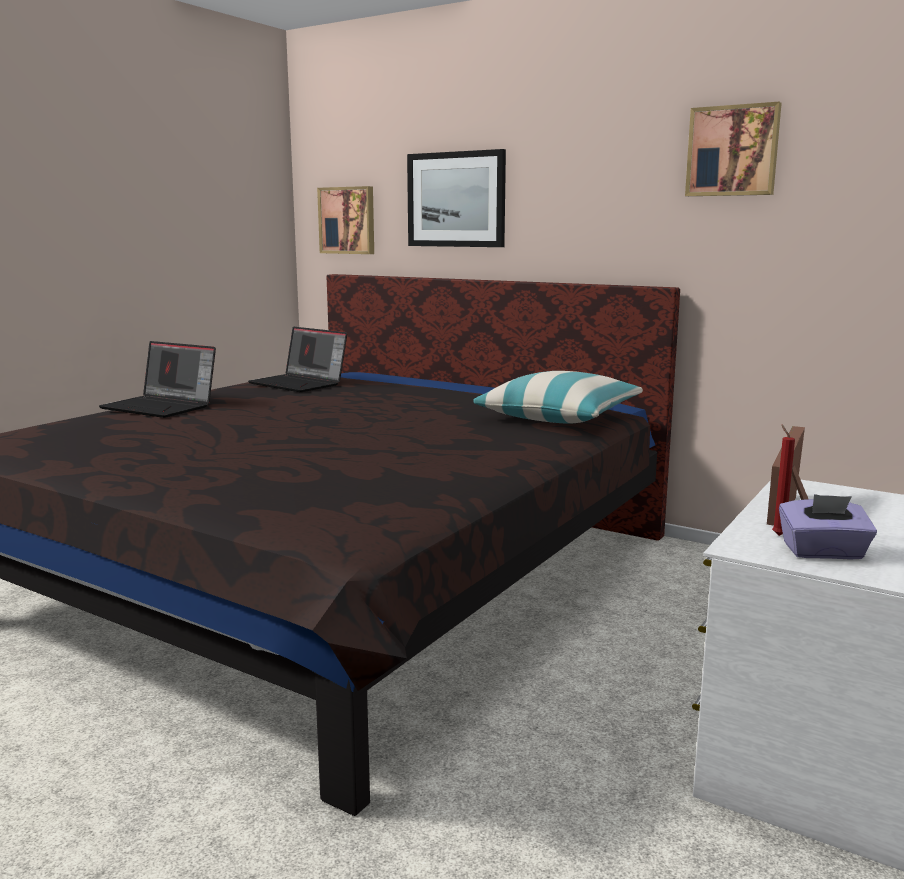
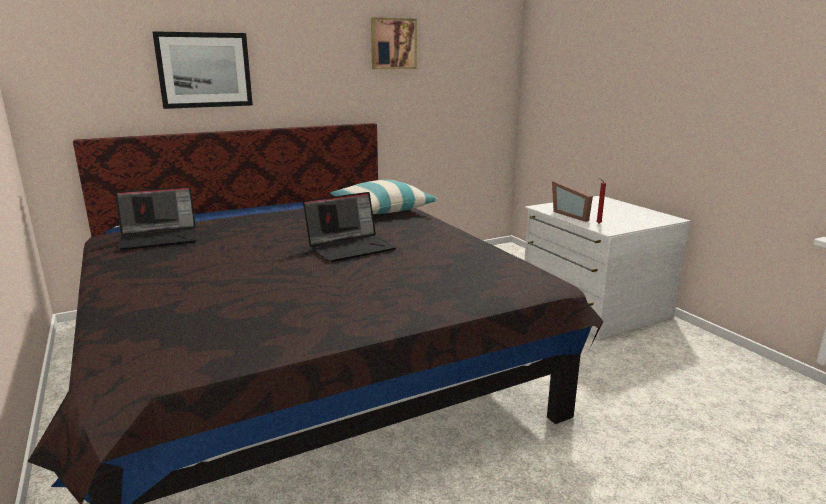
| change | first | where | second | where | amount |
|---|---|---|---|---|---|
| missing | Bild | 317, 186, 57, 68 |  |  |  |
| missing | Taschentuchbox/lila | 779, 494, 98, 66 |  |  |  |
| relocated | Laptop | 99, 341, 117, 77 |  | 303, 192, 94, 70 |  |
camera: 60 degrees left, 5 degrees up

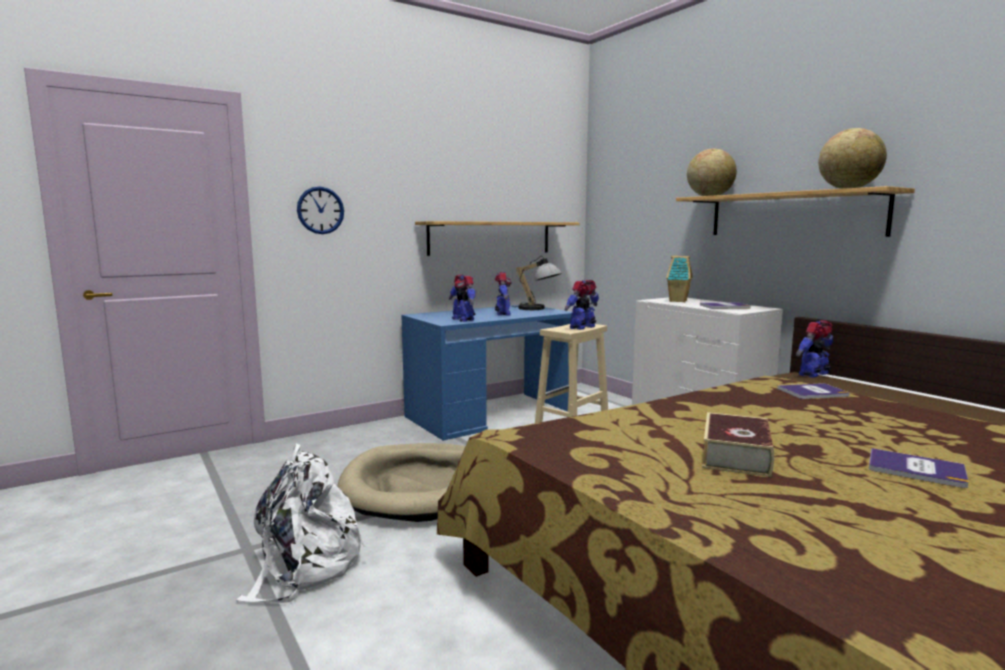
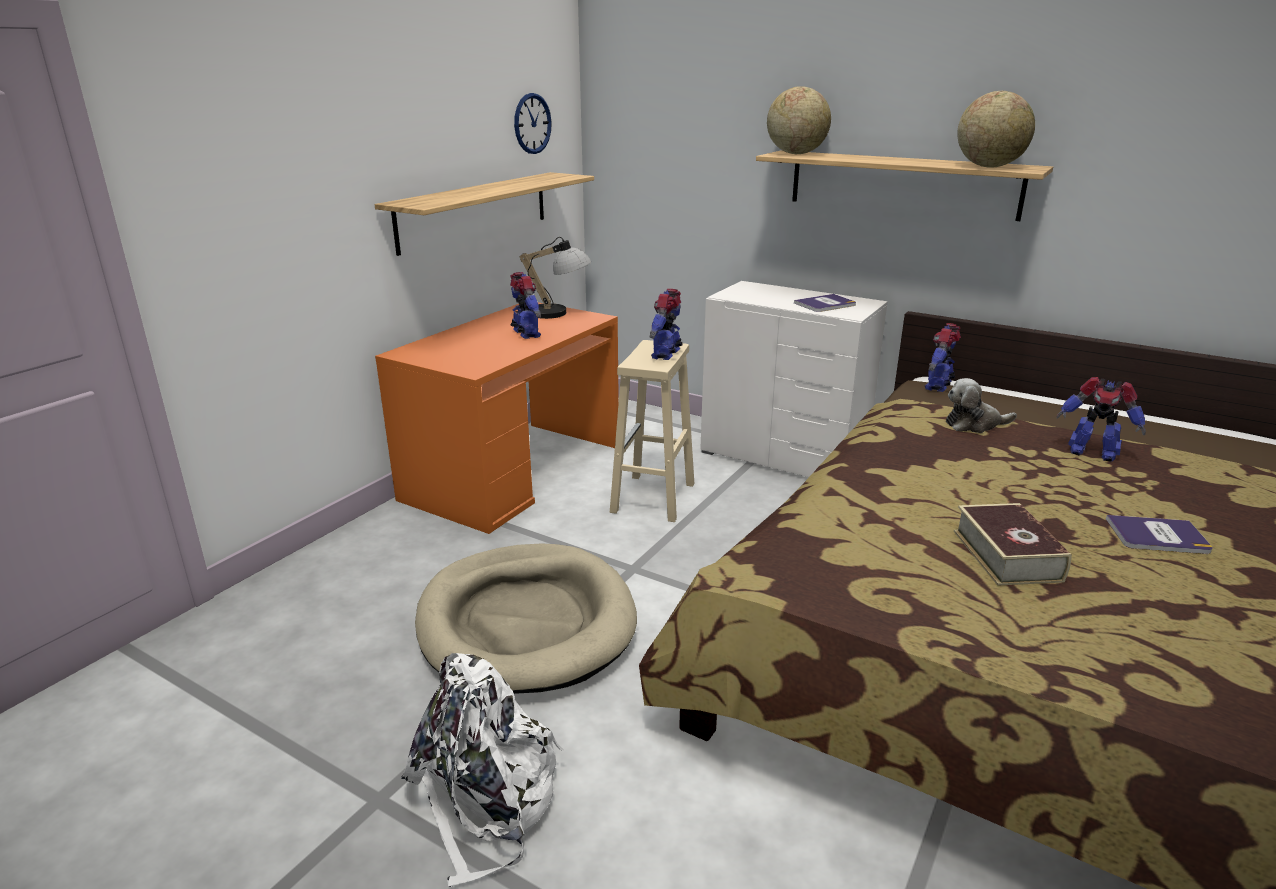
| change | first | where | second | where | amount |
|---|---|---|---|---|---|
| missing | Spielzeughaus | 666, 256, 27, 46 |  |  |  |
| relocated | Wanduhr | 297, 187, 47, 47 |  | 514, 93, 38, 61 |  |
| relocated | Spielzeugroboter | 449, 275, 26, 47 |  | 1056, 377, 90, 85 |  |
| exchanged | Buch | 777, 383, 72, 16 | Plüschtier | 946, 378, 71, 55 |  |
| colour | Schreibtisch/blau | 401, 305, 171, 136 | Schreibtisch/orange | 375, 302, 244, 232 |  |
camera: 25 degrees left, 15 degrees up

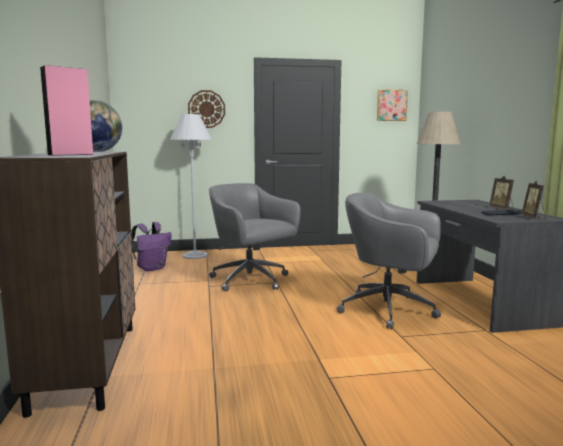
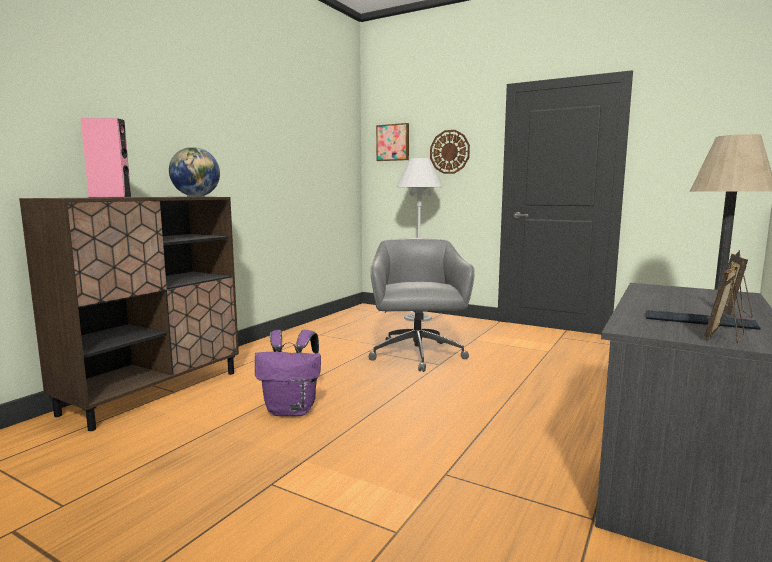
| change | first | where | second | where | amount |
|---|---|---|---|---|---|
| missing | Bürostuhl/grau | 337, 192, 104, 137 |  |  |  |
| relocated | Rucksack/lila | 131, 222, 40, 49 |  | 255, 330, 66, 86 |  |
| relocated | Bild | 377, 89, 31, 32 |  | 376, 123, 33, 38 |  |
camera: 40 degrees right, 0 degrees up

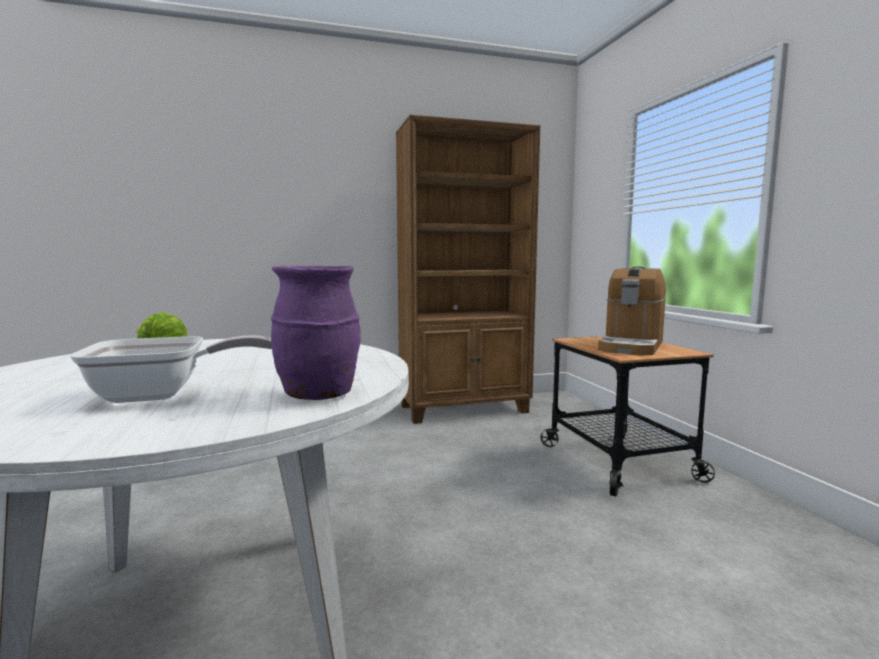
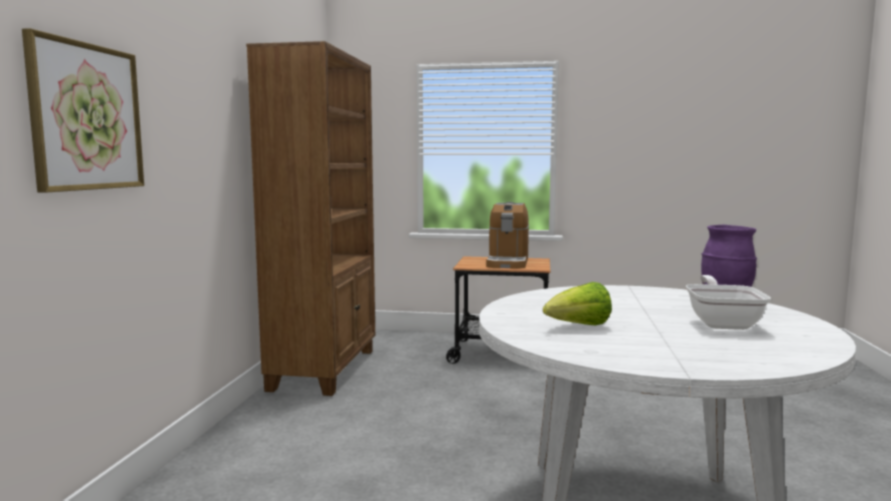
| change | first | where | second | where | amount |
|---|---|---|---|---|---|
| appeared |  |  | Bild | 22, 28, 122, 165 |  |
| spun | Kaffeemaschine | 598, 266, 68, 89 |  | 486, 202, 43, 67 | 45 degrees clockwise |
camera: 65 degrees left, 0 degrees up

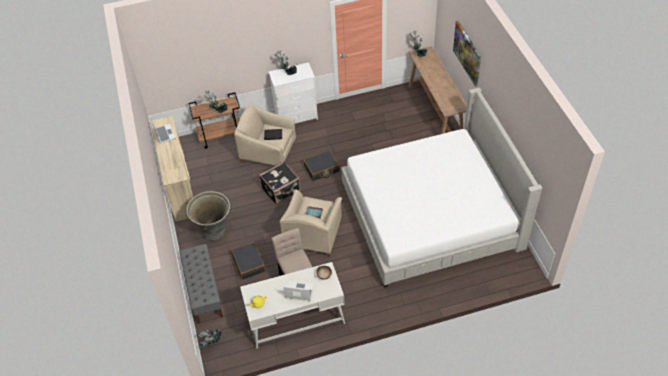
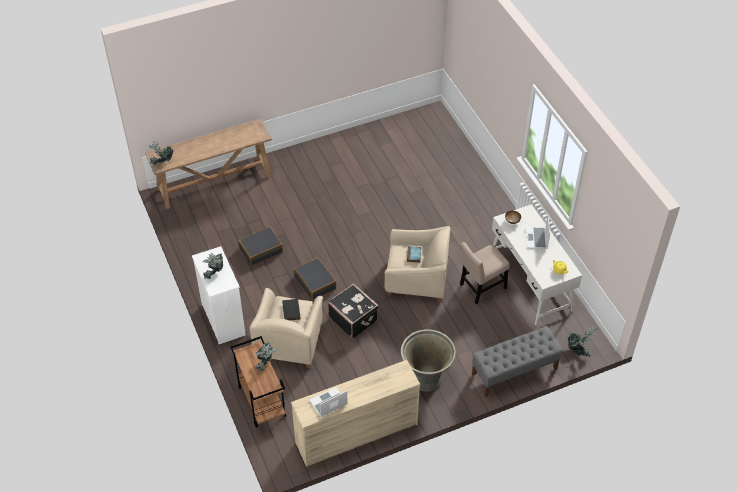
| change | first | where | second | where | amount |
|---|---|---|---|---|---|
| missing | Bett | 341, 87, 201, 201 |  |  |  |
| missing | Bild | 453, 21, 28, 65 |  |  |  |
| relocated | Koffer/schwarz | 231, 242, 34, 38 |  | 238, 227, 45, 39 |  |
camera: 100 degrees left, 0 degrees up

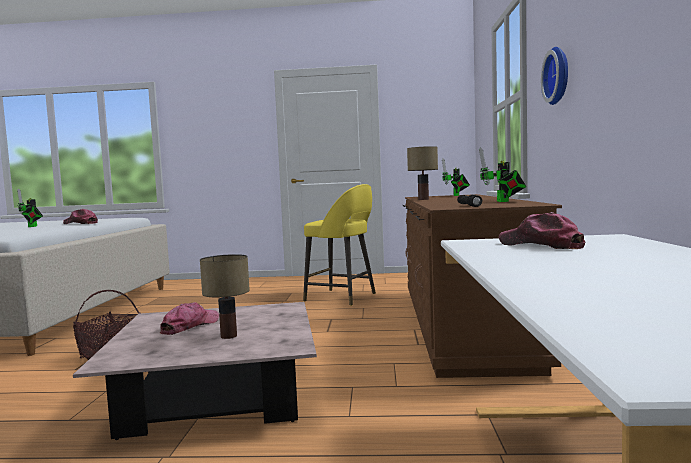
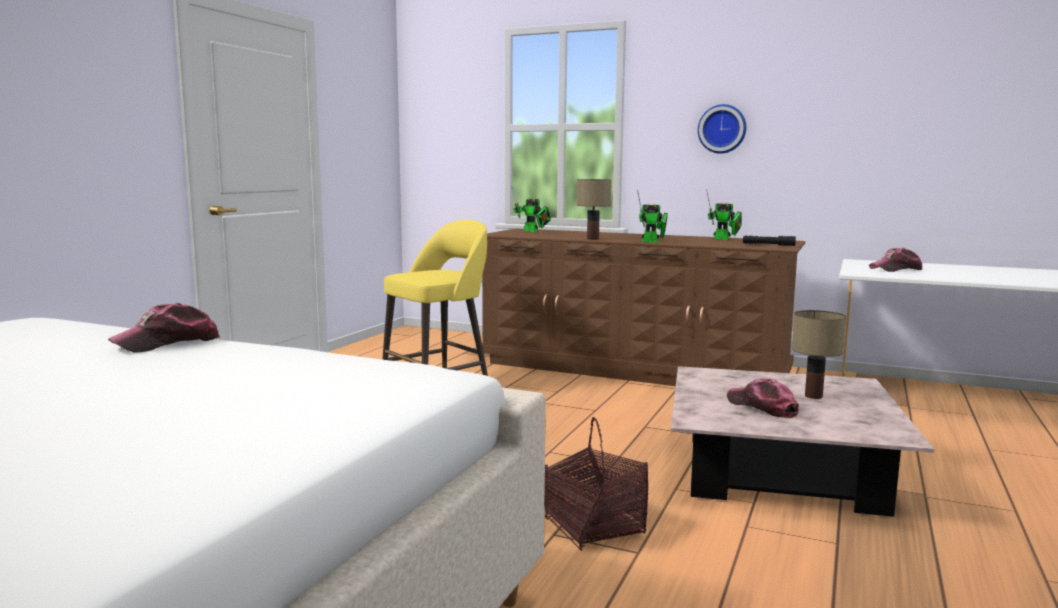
| change | first | where | second | where | amount |
|---|---|---|---|---|---|
| relocated | Spielzeugroboter | 17, 188, 26, 39 |  | 637, 190, 31, 52 |  |
camera: 70 degrees left, 5 degrees up

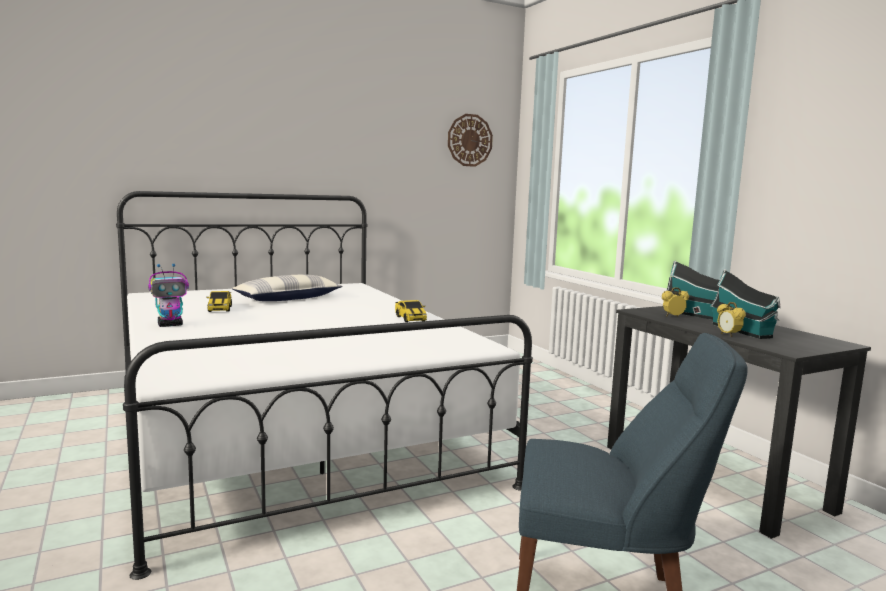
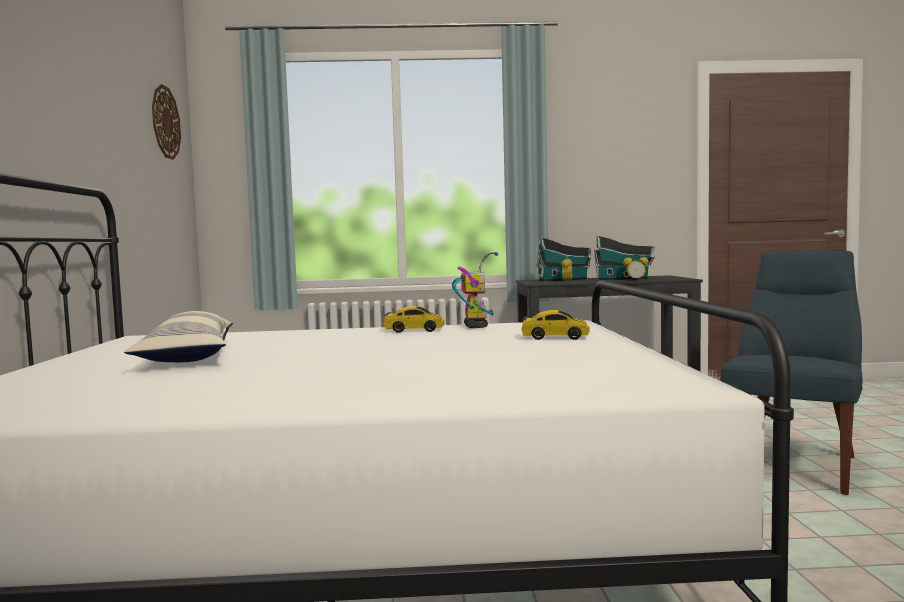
| change | first | where | second | where | amount |
|---|---|---|---|---|---|
| relocated | Spielzeugroboter | 148, 264, 41, 63 |  | 452, 252, 46, 76 |  |
| relocated | Spielzeugauto | 206, 291, 26, 21 |  | 521, 310, 69, 30 |  |
camera: 65 degrees left, 5 degrees down

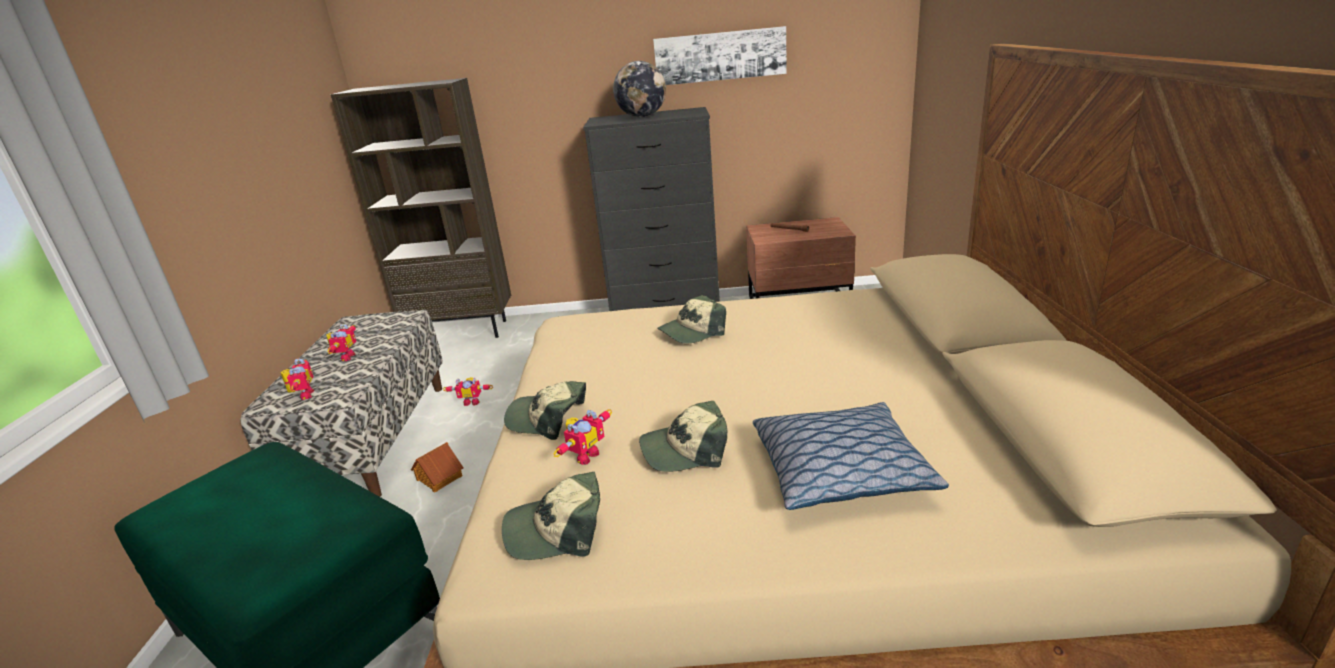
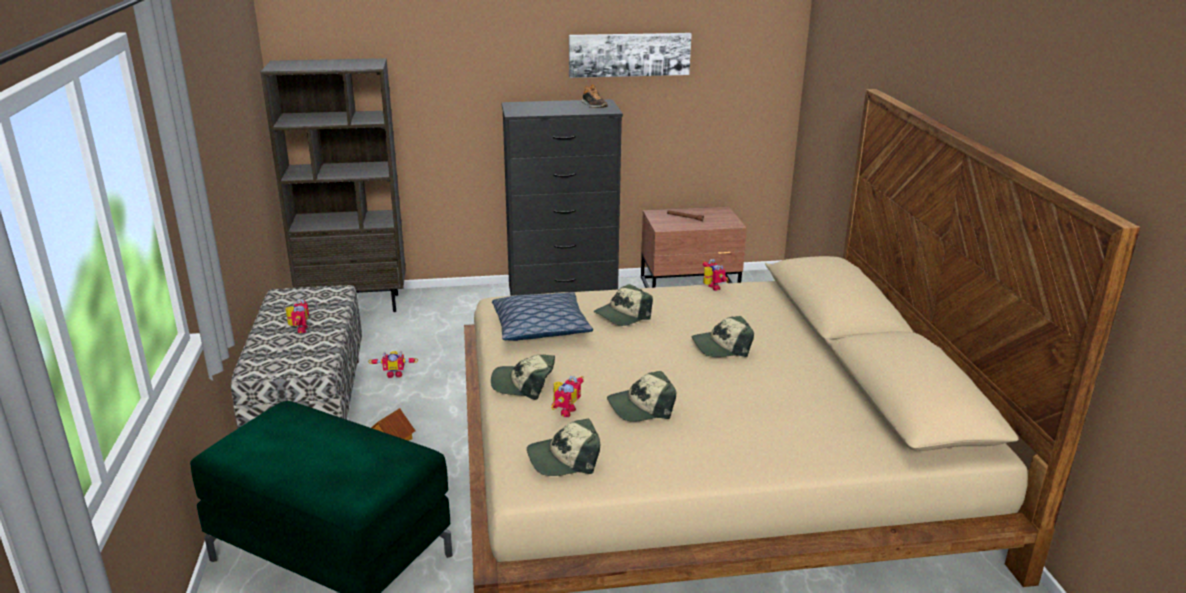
| change | first | where | second | where | amount |
|---|---|---|---|---|---|
| missing | Globus | 613, 61, 53, 56 |  |  |  |
| appeared |  |  | Schuh | 581, 84, 27, 24 |  |
| appeared |  |  | Kappe | 692, 316, 62, 41 |  |
| relocated | Spielzeugroboter | 281, 359, 33, 41 |  | 702, 259, 27, 32 |  |
| relocated | Kissen | 753, 402, 196, 108 |  | 492, 292, 101, 49 |  |
camera: 10 degrees left, 0 degrees up

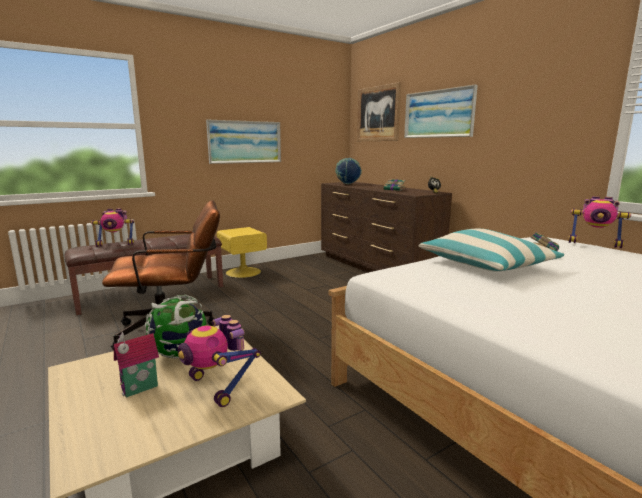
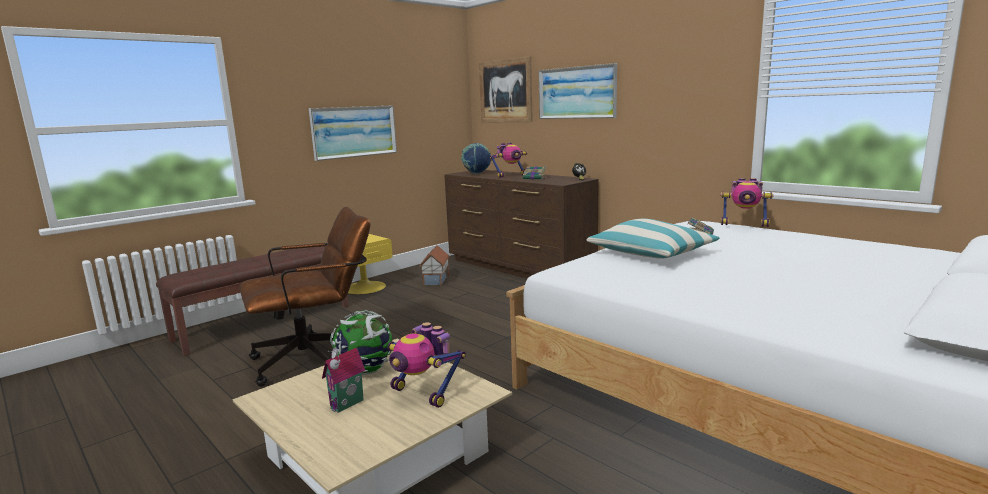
| change | first | where | second | where | amount |
|---|---|---|---|---|---|
| appeared |  |  | Spielzeughaus | 420, 245, 30, 41 |  |
| relocated | Spielzeugroboter | 91, 208, 43, 39 |  | 490, 143, 37, 35 |  |
camera: 10 degrees left, 0 degrees up

